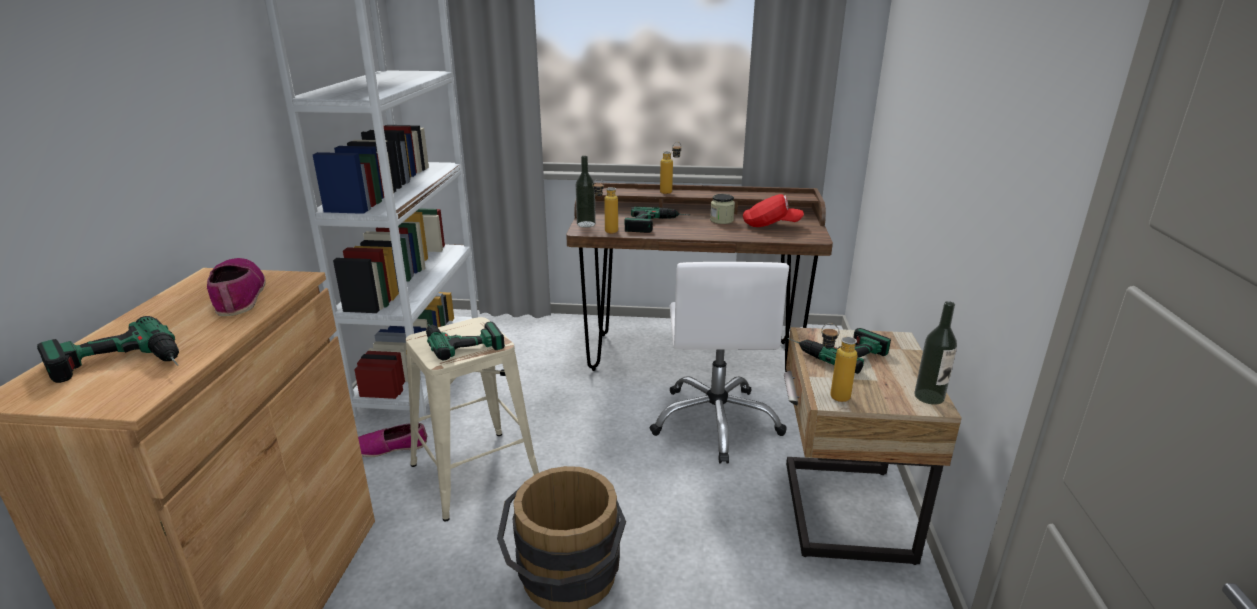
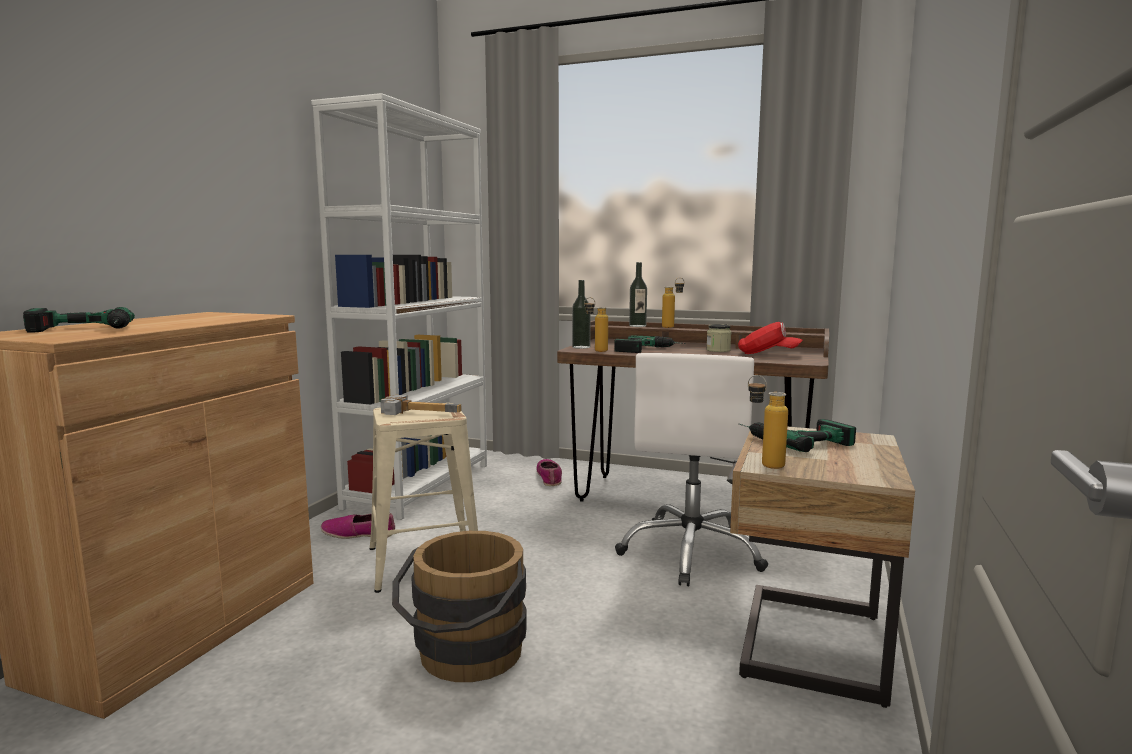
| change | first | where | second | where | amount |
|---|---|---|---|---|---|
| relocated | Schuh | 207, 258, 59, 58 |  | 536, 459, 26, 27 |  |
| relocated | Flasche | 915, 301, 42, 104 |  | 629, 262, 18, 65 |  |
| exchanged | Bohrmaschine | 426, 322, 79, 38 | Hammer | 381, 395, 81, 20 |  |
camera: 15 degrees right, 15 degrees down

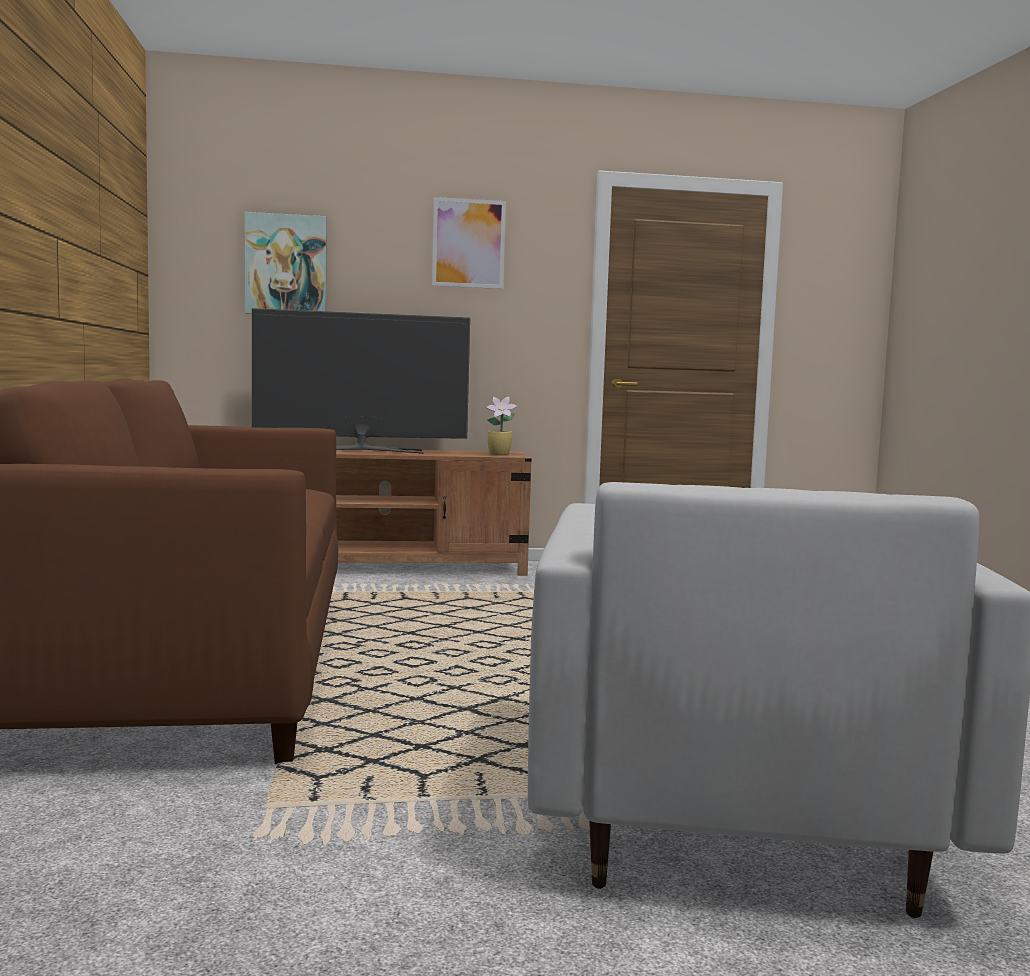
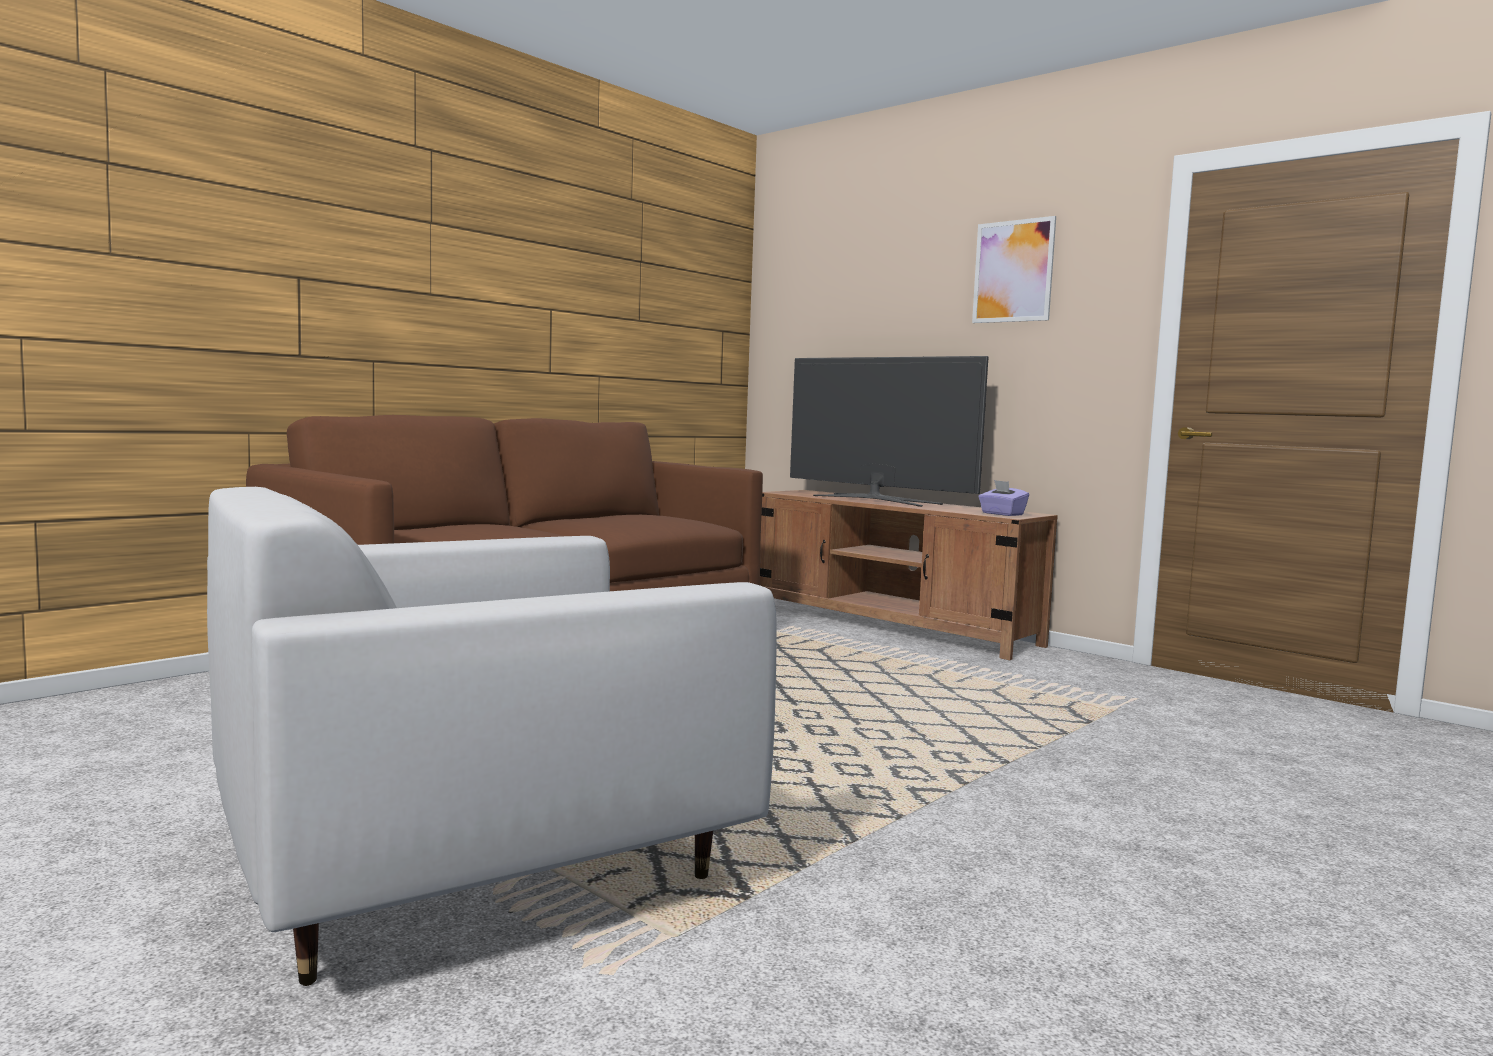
| change | first | where | second | where | amount |
|---|---|---|---|---|---|
| missing | Bild | 245, 212, 82, 102 |  |  |  |
| exchanged | Topfpflanze | 486, 397, 32, 58 | Taschentuchbox/lila | 979, 480, 50, 36 |  |
camera: 50 degrees right, 0 degrees up

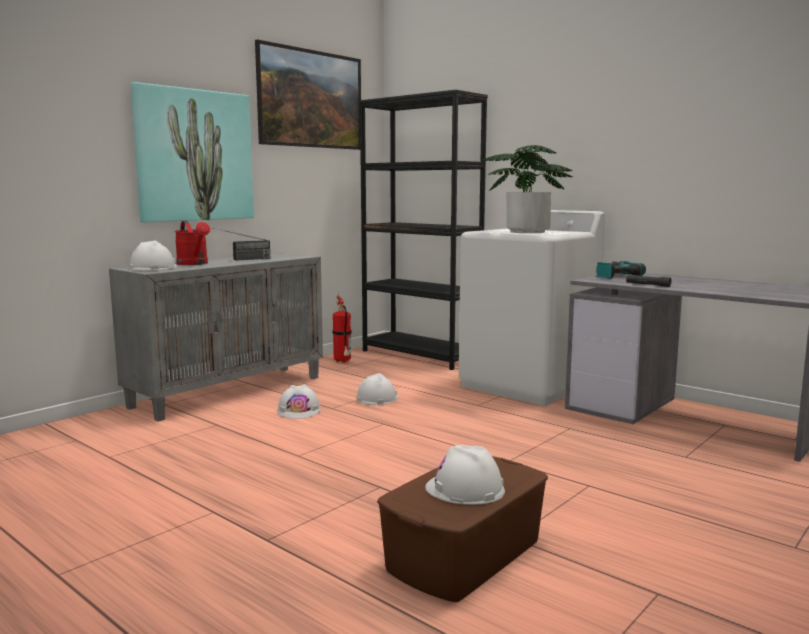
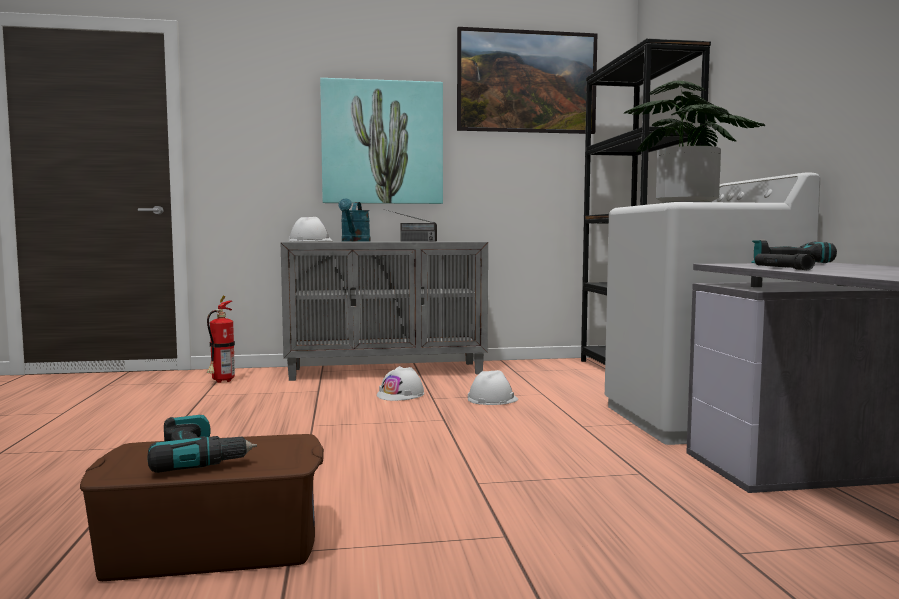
| change | first | where | second | where | amount |
|---|---|---|---|---|---|
| relocated | Feuerlöscher | 332, 293, 20, 70 |  | 207, 295, 28, 88 |  |
| exchanged | Schutzhelm/weiß | 425, 445, 80, 60 | Bohrmaschine | 147, 415, 110, 58 |  |
| colour | Gießkanne/rot | 175, 221, 35, 44 | Gießkanne/türkis | 338, 199, 33, 43 |  |
camera: 40 degrees right, 5 degrees down

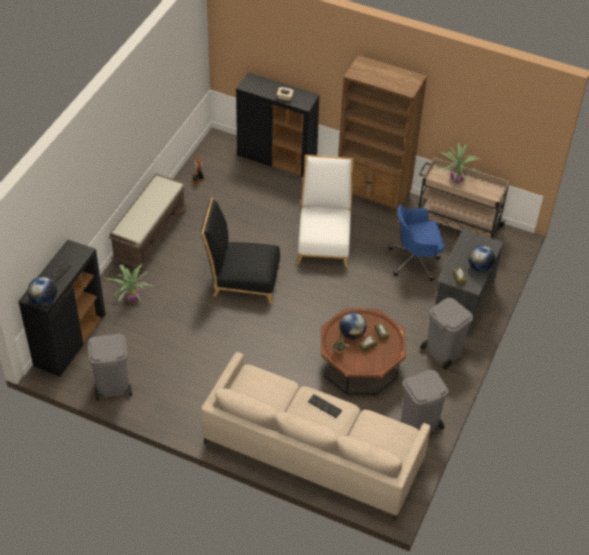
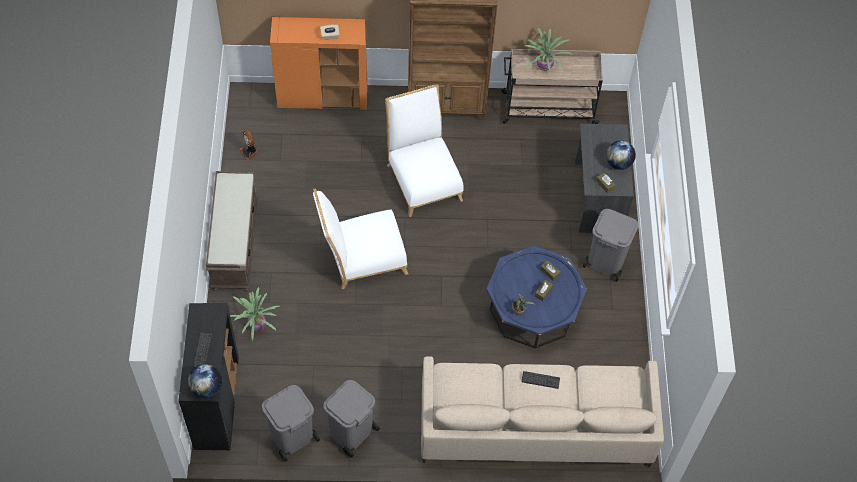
| change | first | where | second | where | amount |
|---|---|---|---|---|---|
| missing | Globus | 339, 312, 28, 27 |  |  |  |
| missing | Bürostuhl/blau | 388, 205, 56, 76 |  |  |  |
| relocated | Mülleimer/grau | 401, 370, 47, 62 |  | 323, 380, 57, 78 |  |
| colour | Stuhl/schwarz | 201, 197, 80, 107 | Stuhl/weiß | 313, 189, 95, 100 |  |
| colour | Schrank/schwarz | 236, 72, 83, 105 | Schrank/orange | 270, 17, 98, 93 |  |
| colour | Couchtisch/braun | 321, 308, 85, 87 | Couchtisch/blau | 486, 245, 101, 103 |  |
camera: 25 degrees left, 10 degrees up

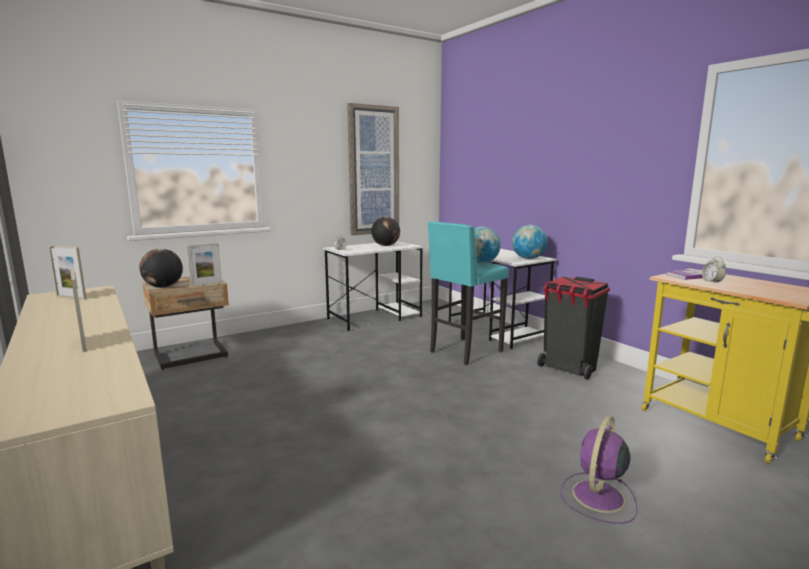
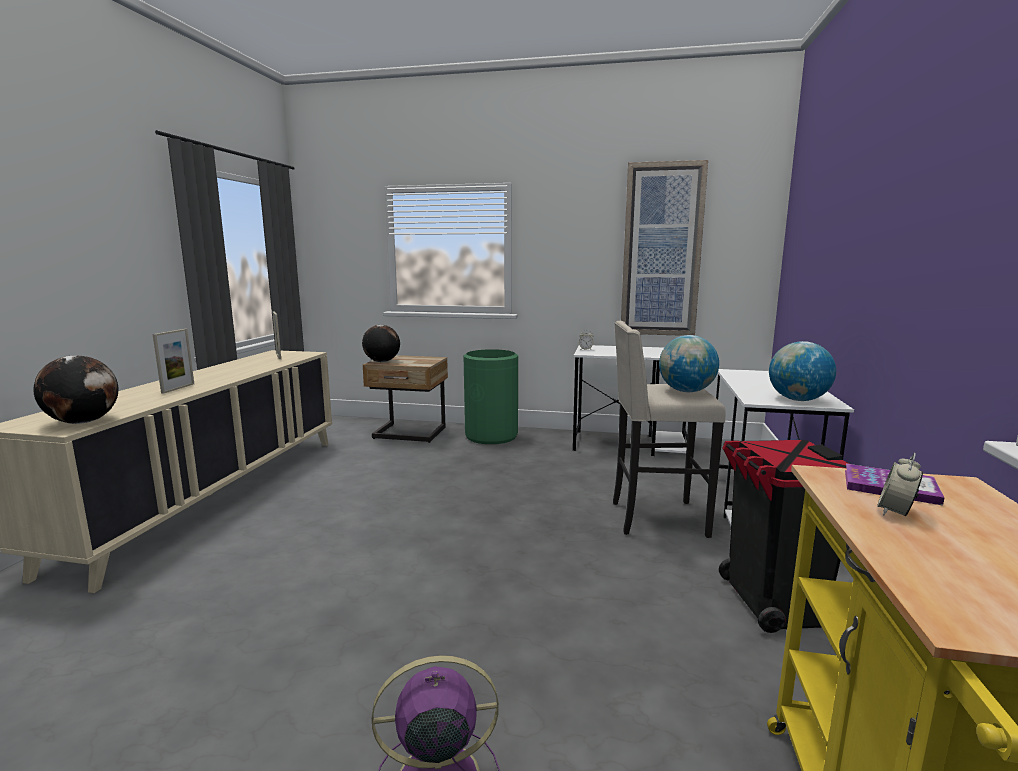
| change | first | where | second | where | amount |
|---|---|---|---|---|---|
| missing | Bilderrahmen | 187, 243, 35, 44 |  |  |  |
| appeared |  |  | Mülleimer/grün | 464, 349, 54, 95 |  |
| relocated | Globus | 371, 217, 29, 29 |  | 33, 355, 85, 69 |  |
| colour | Hocker/türkis | 428, 222, 81, 143 | Hocker/beige | 613, 321, 113, 217 |  |
camera: 45 degrees right, 0 degrees up

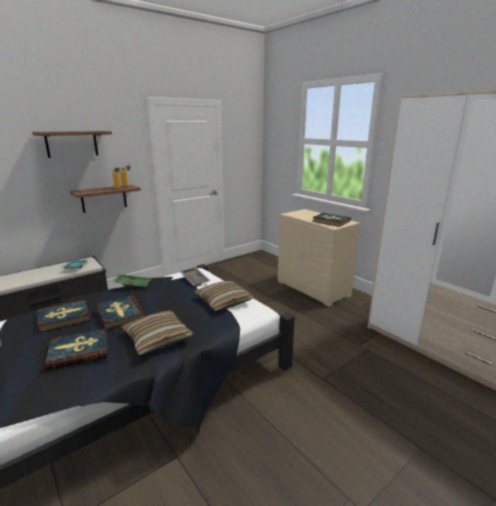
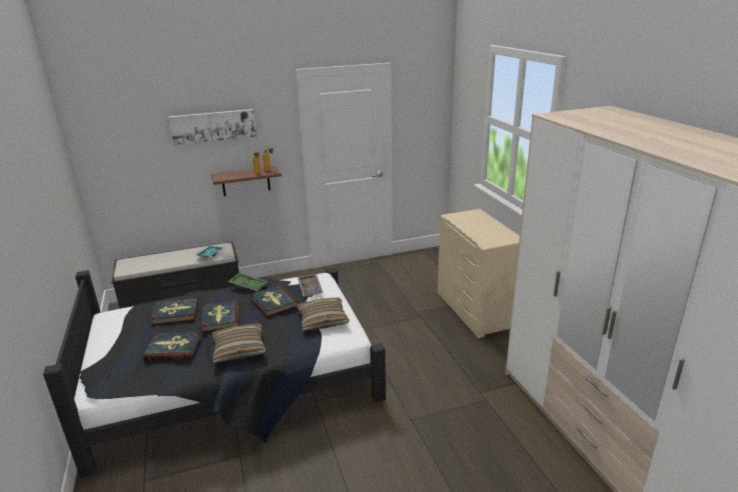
| change | first | where | second | where | amount |
|---|---|---|---|---|---|
| relocated | Buch | 312, 213, 39, 14 |  | 251, 285, 48, 32 |  |
| exchanged | Wandregal | 32, 131, 80, 27 | Bild | 169, 109, 88, 36 |  |
camera: 20 degrees right, 5 degrees up

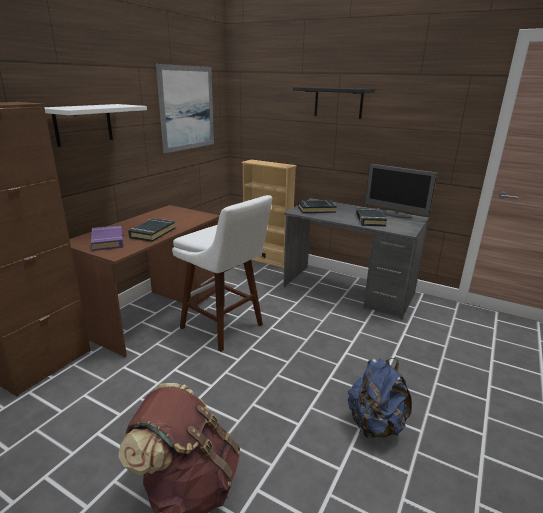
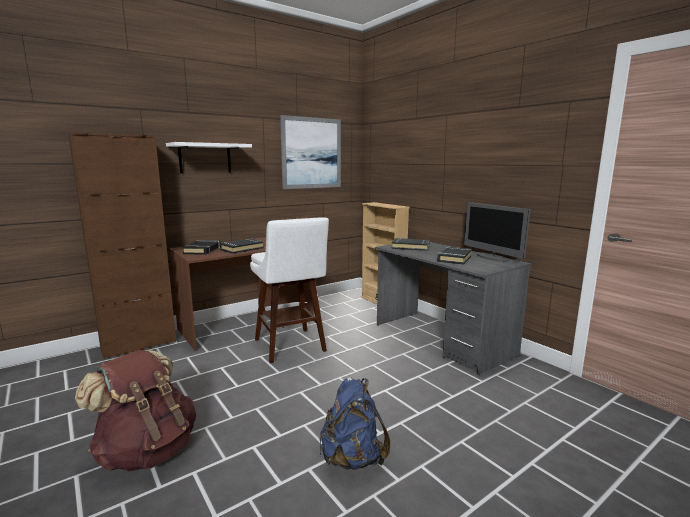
| change | first | where | second | where | amount |
|---|---|---|---|---|---|
| missing | Wandregal/schwarz | 293, 87, 82, 32 |  |  |  |
| colour | Buch/lila | 91, 225, 33, 26 | Buch/schwarz | 182, 240, 38, 15 |  |
camera: 25 degrees right, 10 degrees down

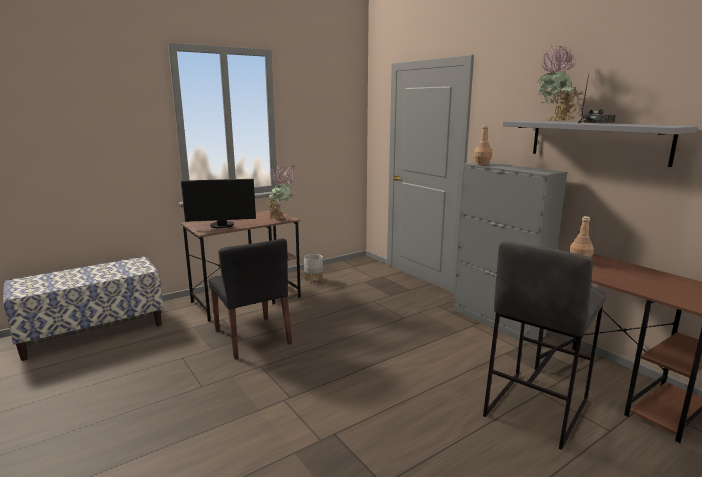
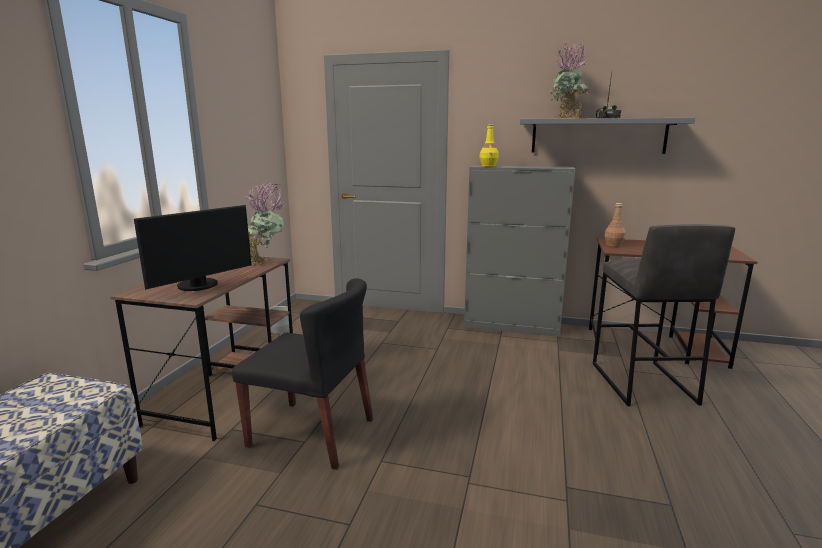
| change | first | where | second | where | amount |
|---|---|---|---|---|---|
| colour | Flasche/braun | 474, 125, 18, 40 | Flasche/gelb | 479, 124, 20, 43 |  |
camera: 40 degrees left, 0 degrees up

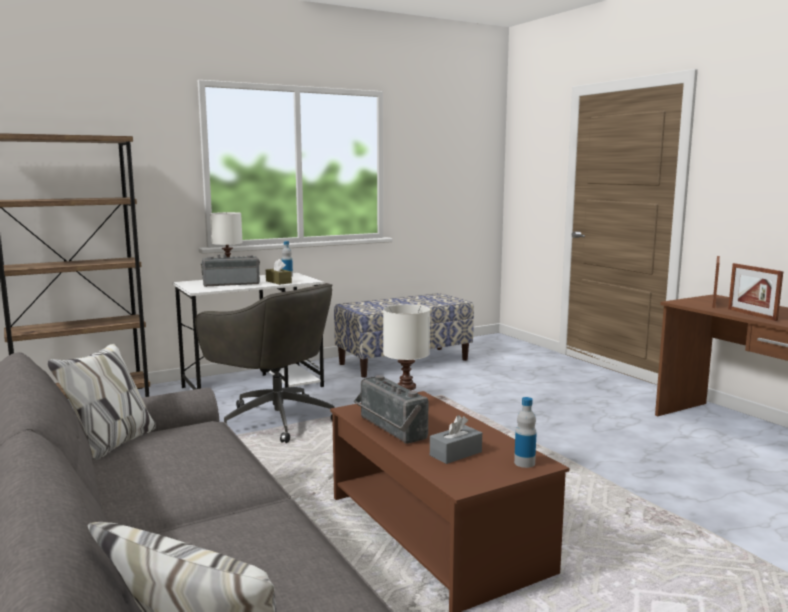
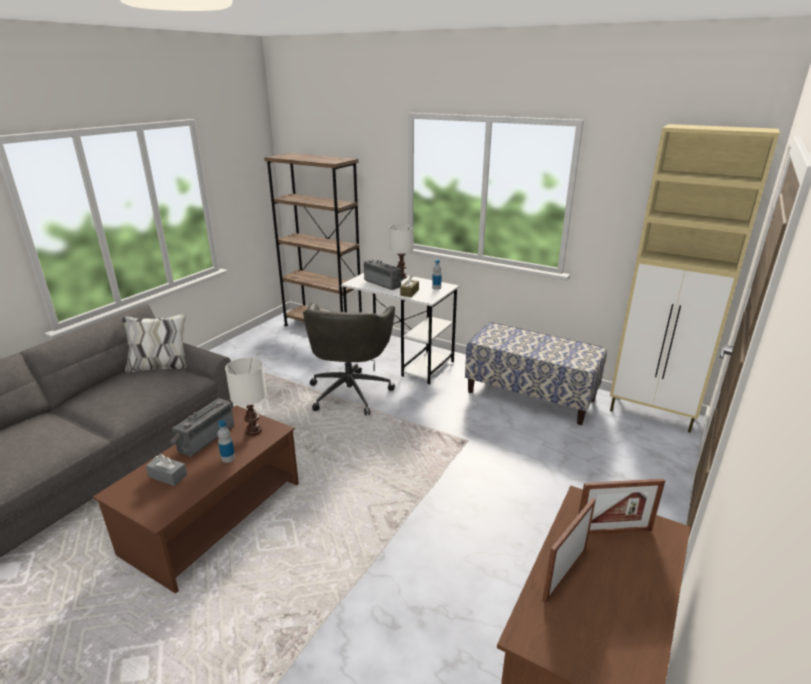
| change | first | where | second | where | amount |
|---|---|---|---|---|---|
| appeared |  |  | Schrank/beige | 610, 124, 170, 309 |  |
| relocated | Flasche | 514, 397, 23, 71 |  | 217, 420, 18, 43 |  |
camera: 60 degrees right, 15 degrees up

